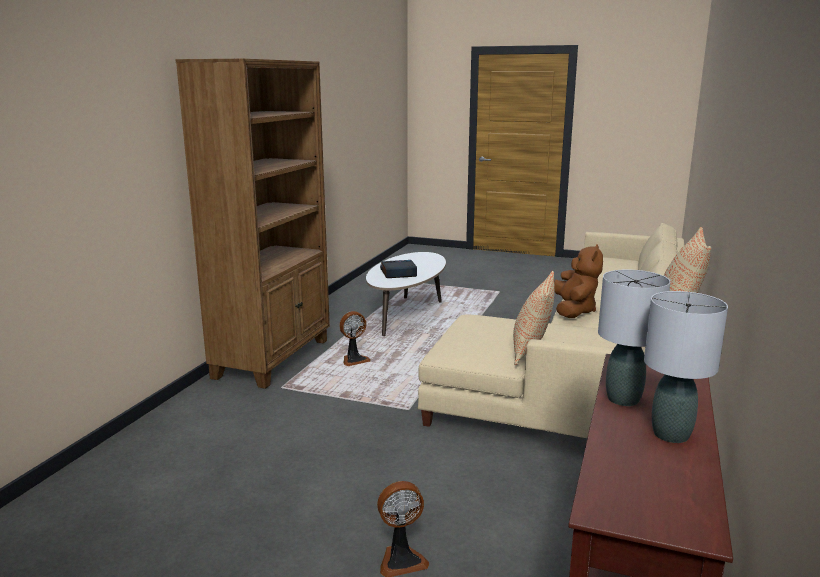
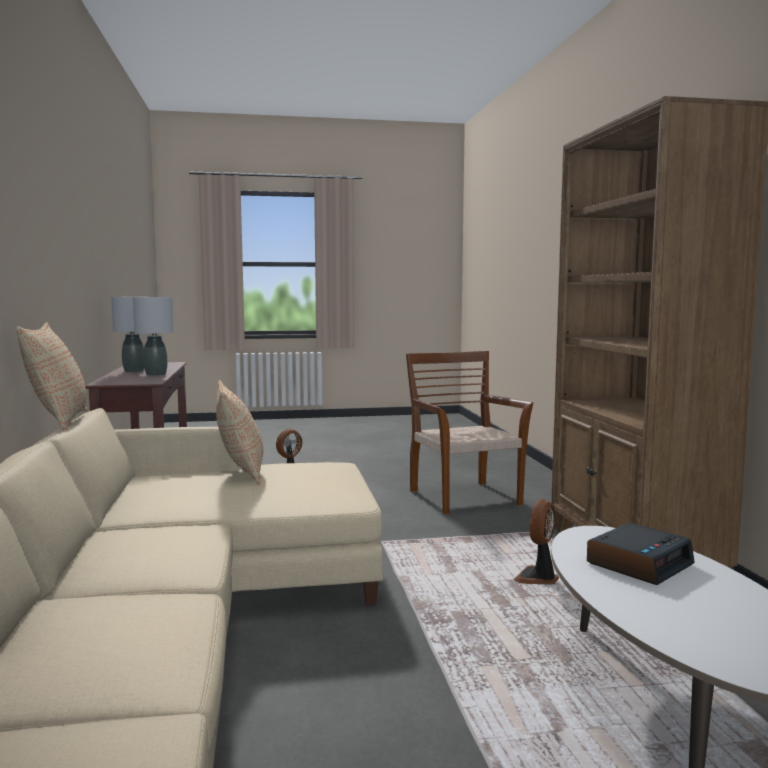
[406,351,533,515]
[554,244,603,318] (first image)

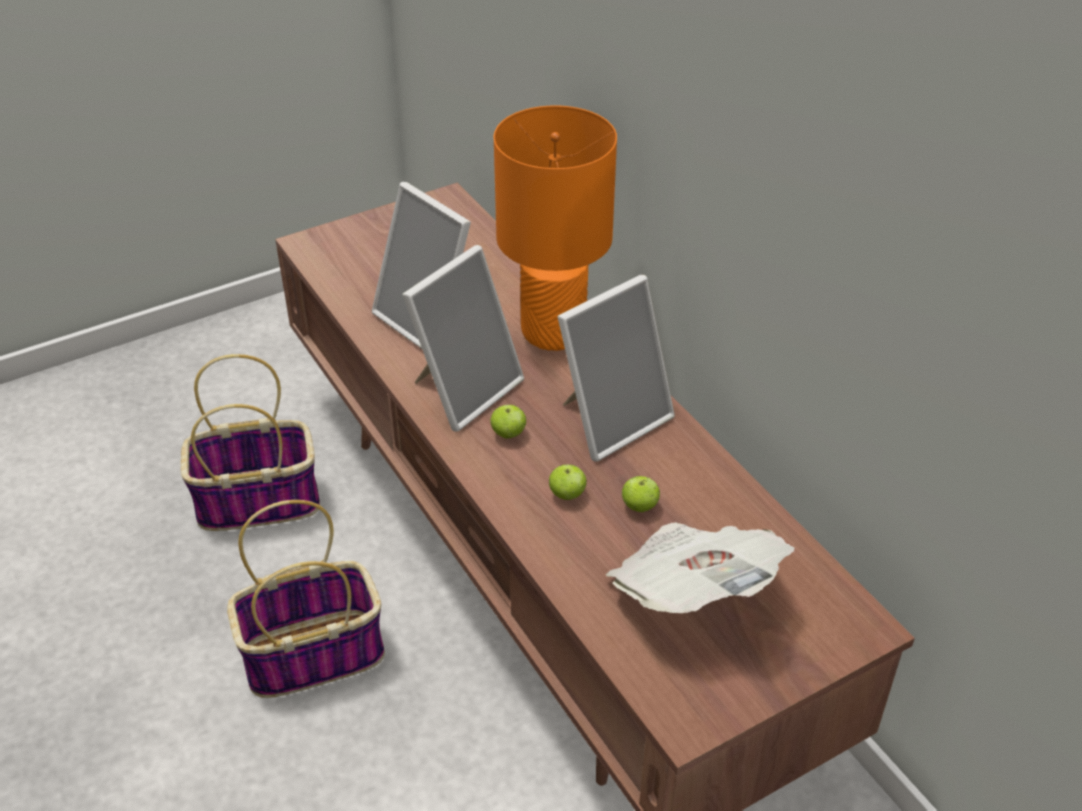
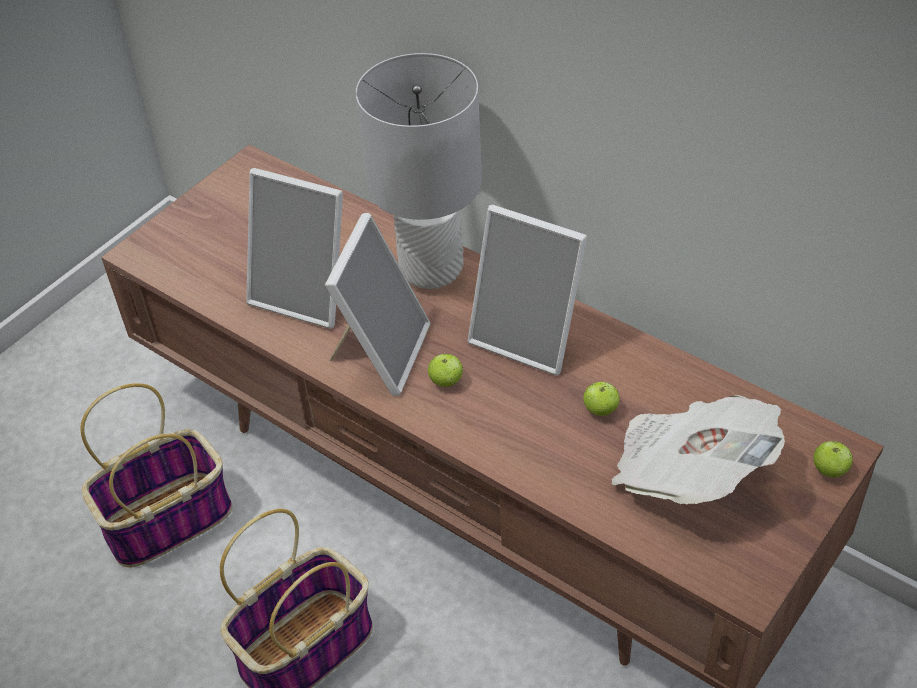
[356,53,482,289]
[468,205,587,376]
[813,441,853,477]

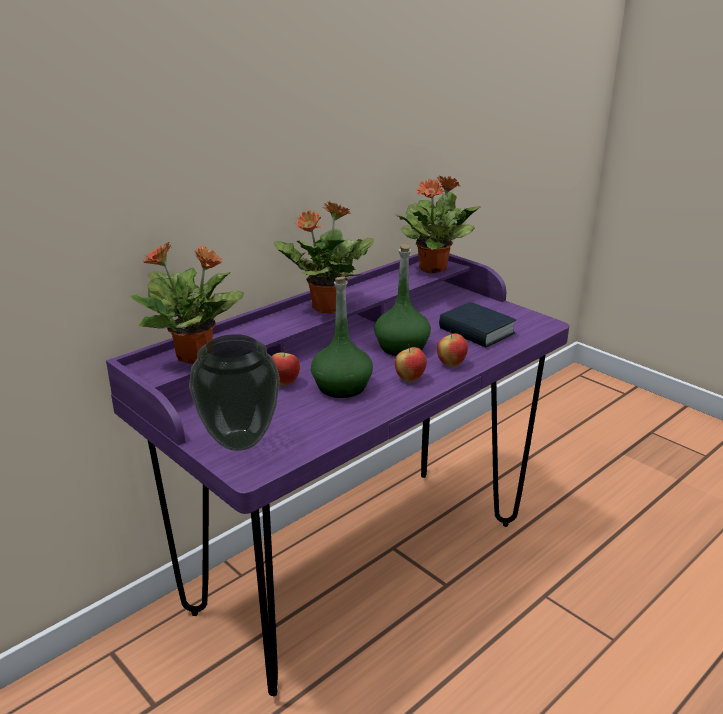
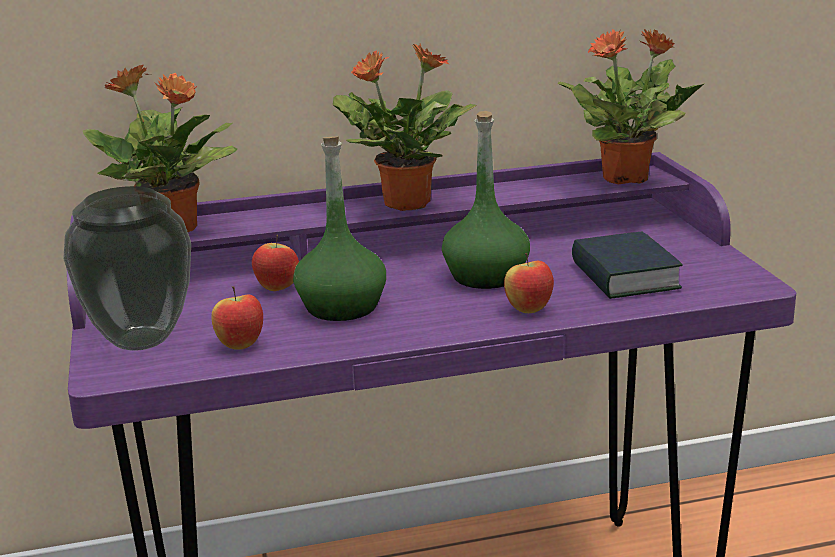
[211,286,263,350]

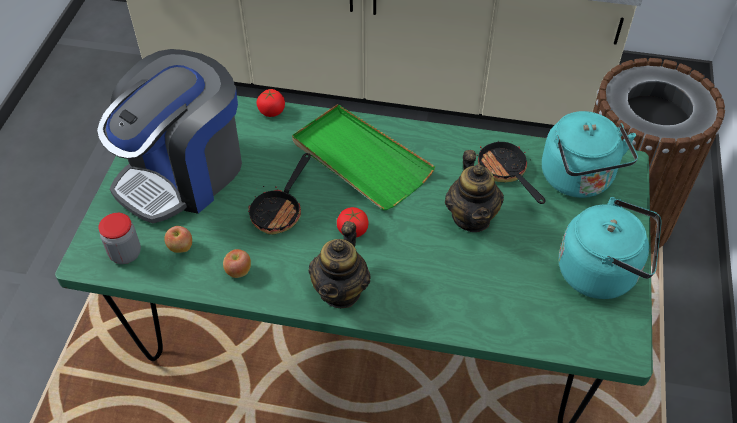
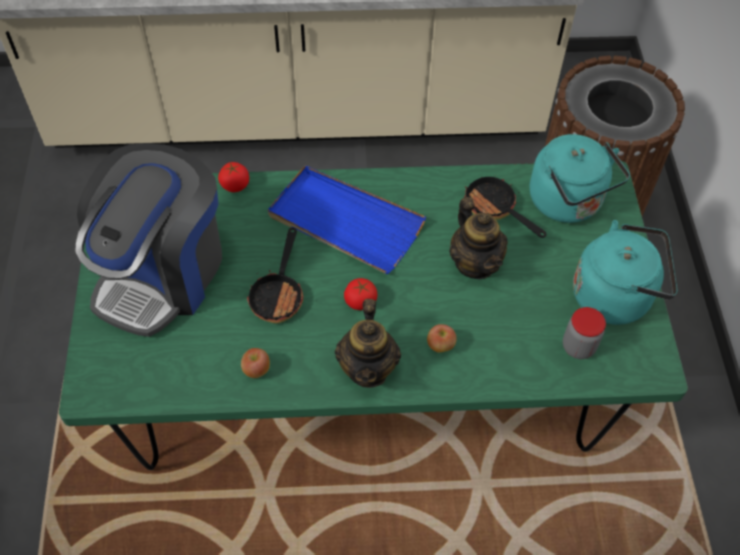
[268,166,426,274]
[427,324,456,353]
[563,307,606,359]

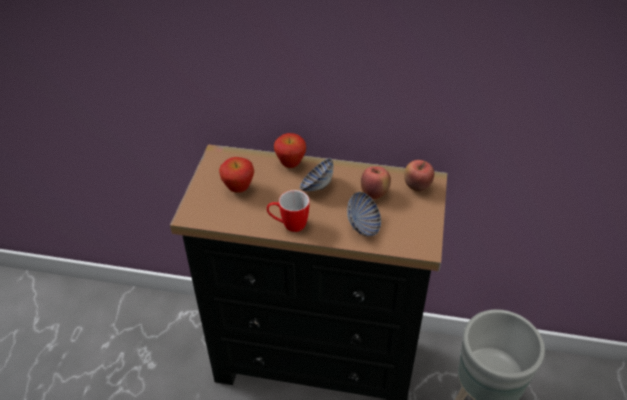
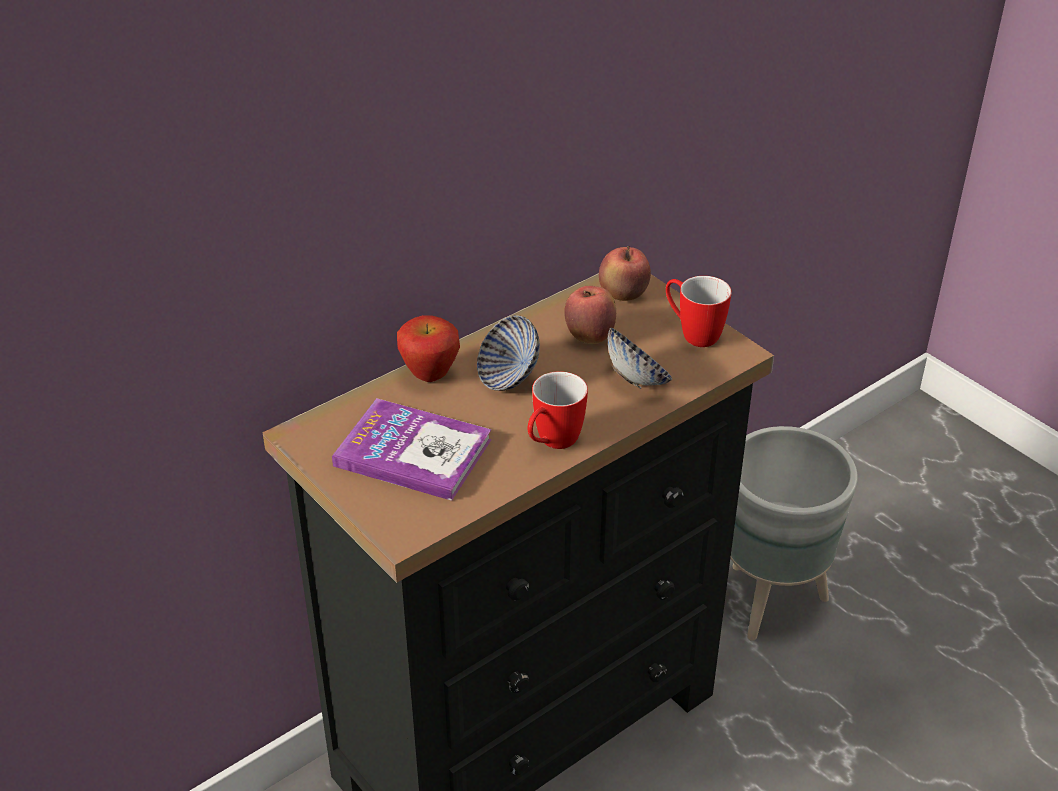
[332,398,492,501]
[666,276,732,347]

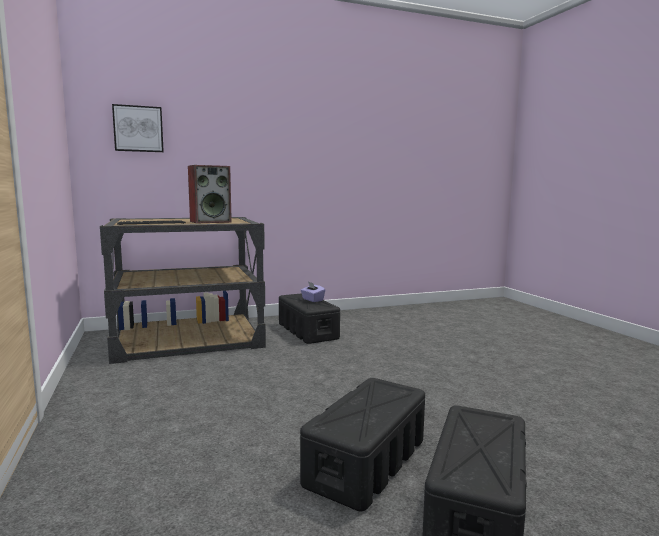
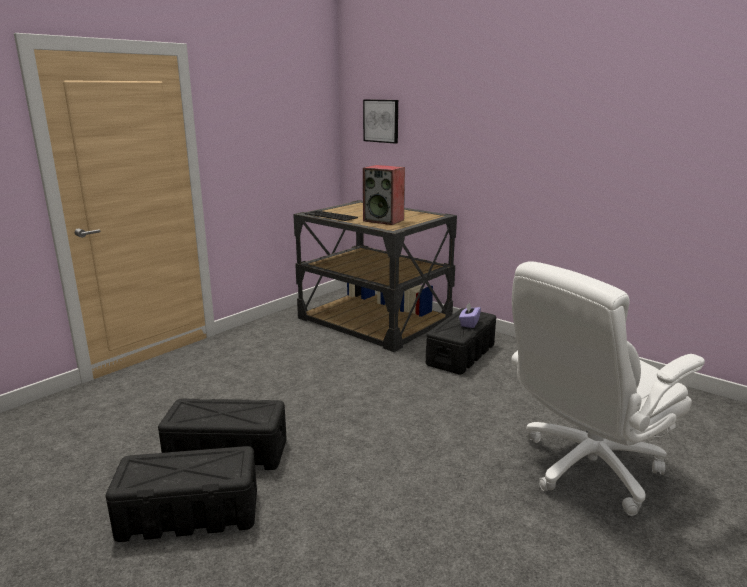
[511,261,705,516]

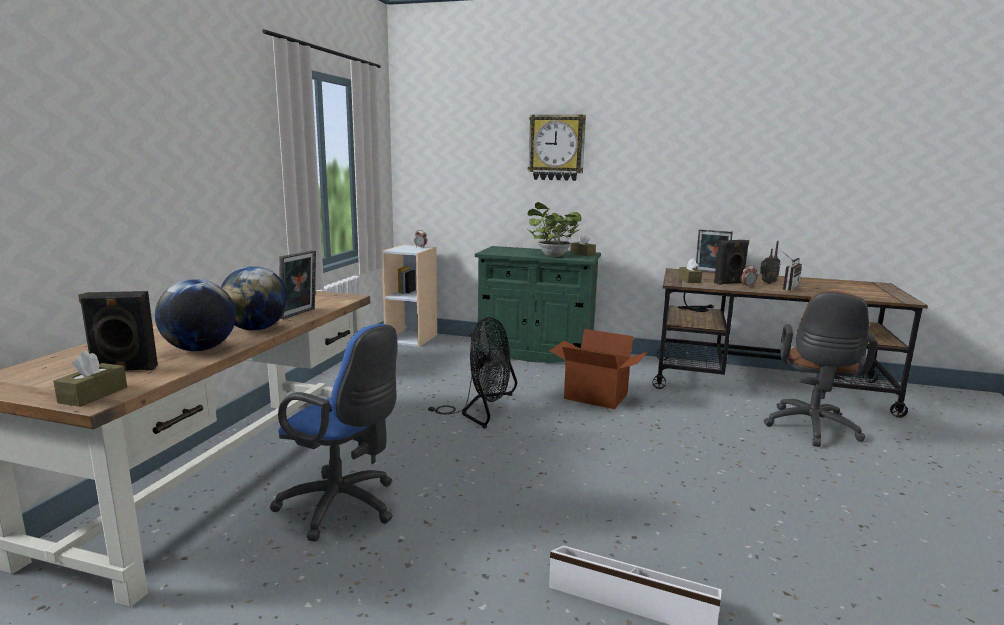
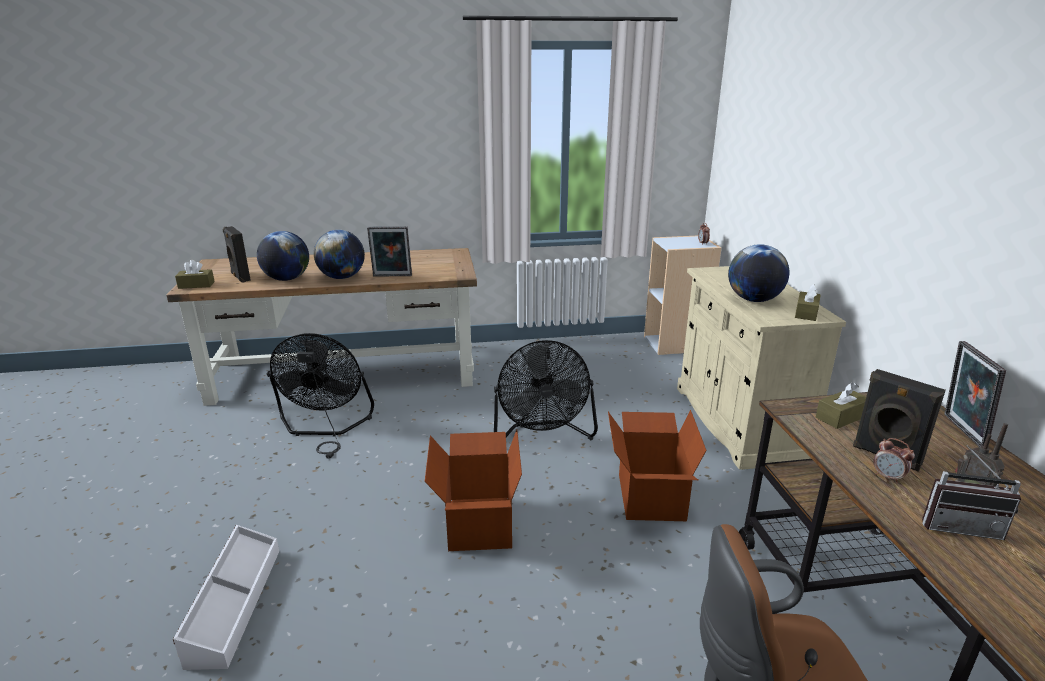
[267,333,374,459]
[425,430,522,551]
[677,266,846,470]
[728,244,789,302]
[528,115,586,181] (first image)

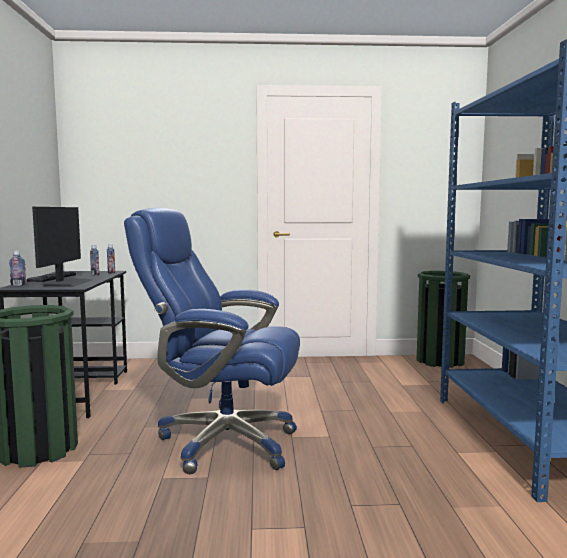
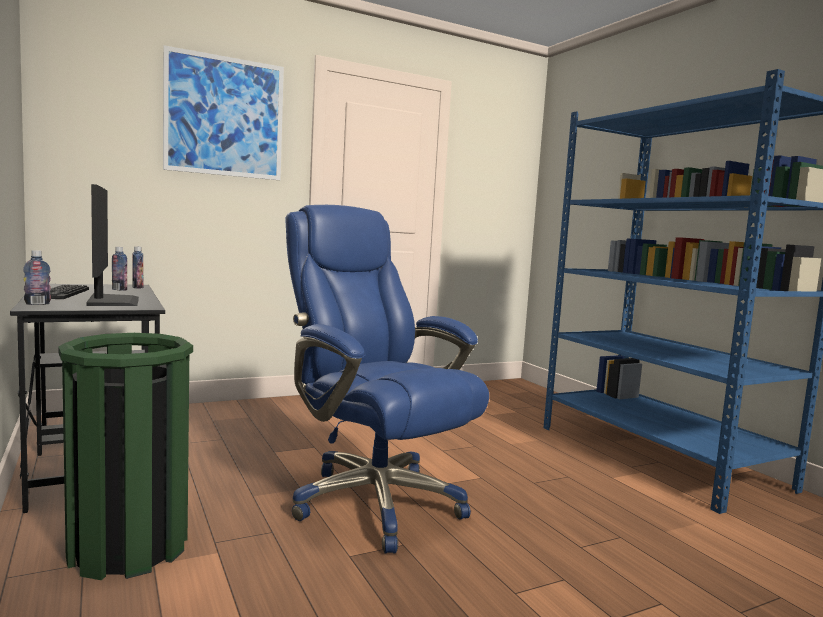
[163,45,284,180]
[286,205,489,553]
[417,271,470,368] (first image)

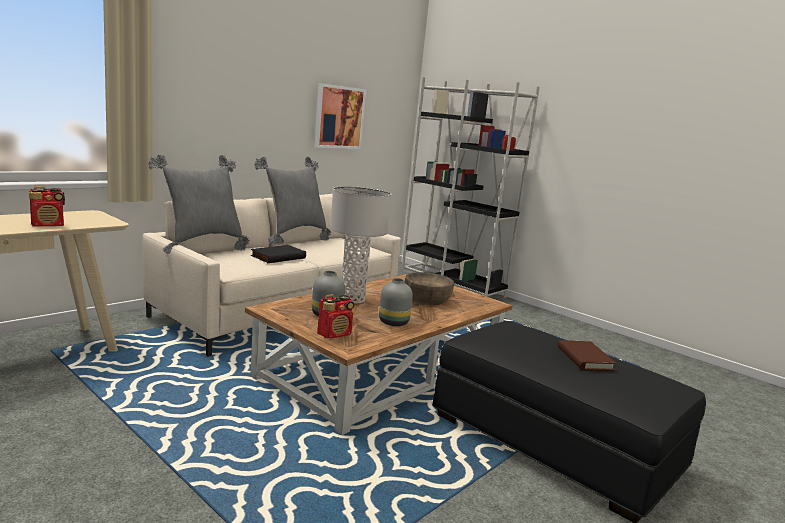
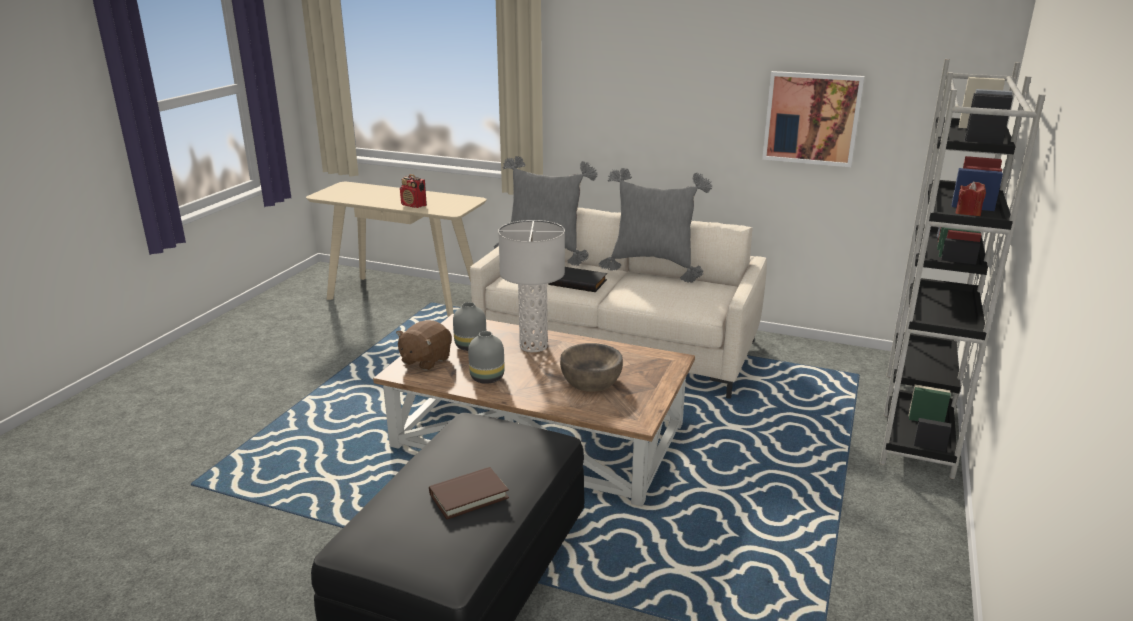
[396,320,452,371]

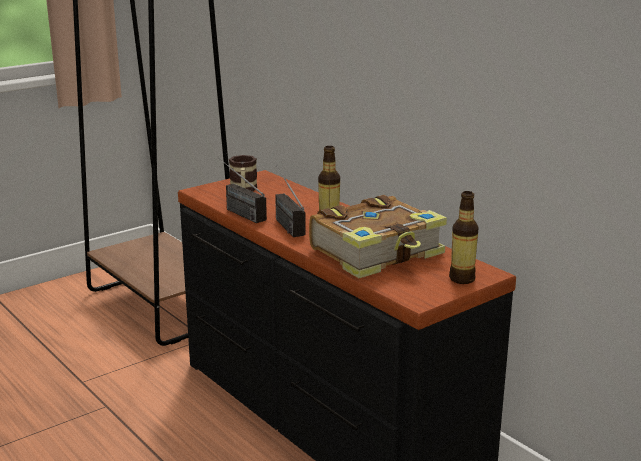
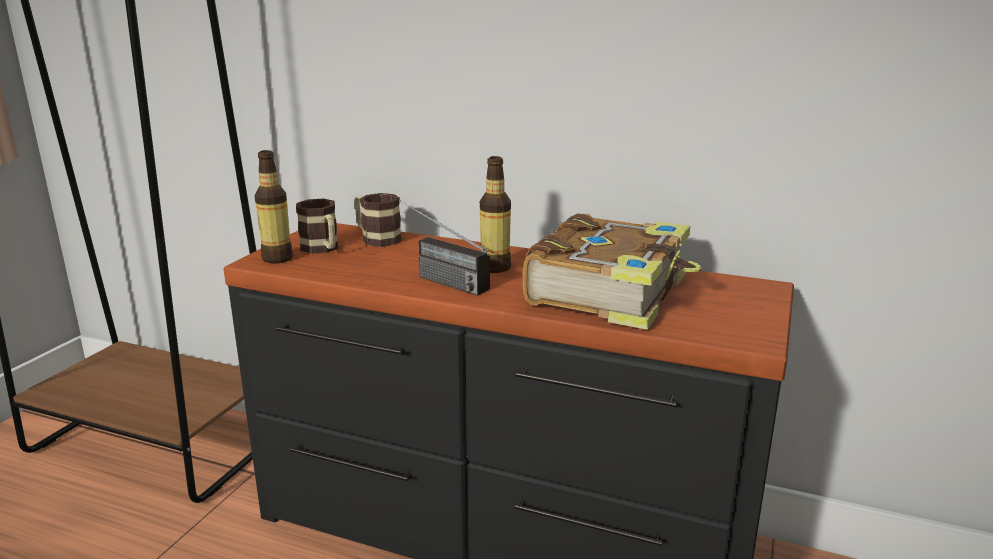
[255,150,293,264]
[354,193,402,247]
[218,158,267,223] (first image)

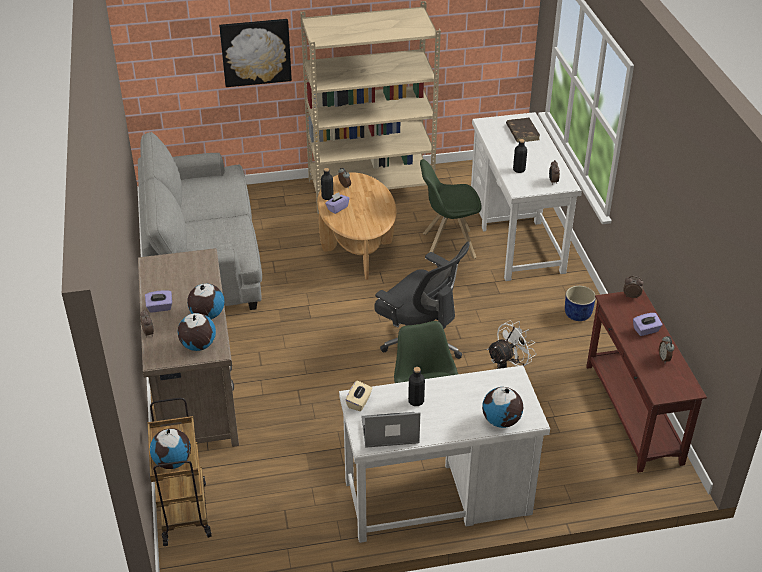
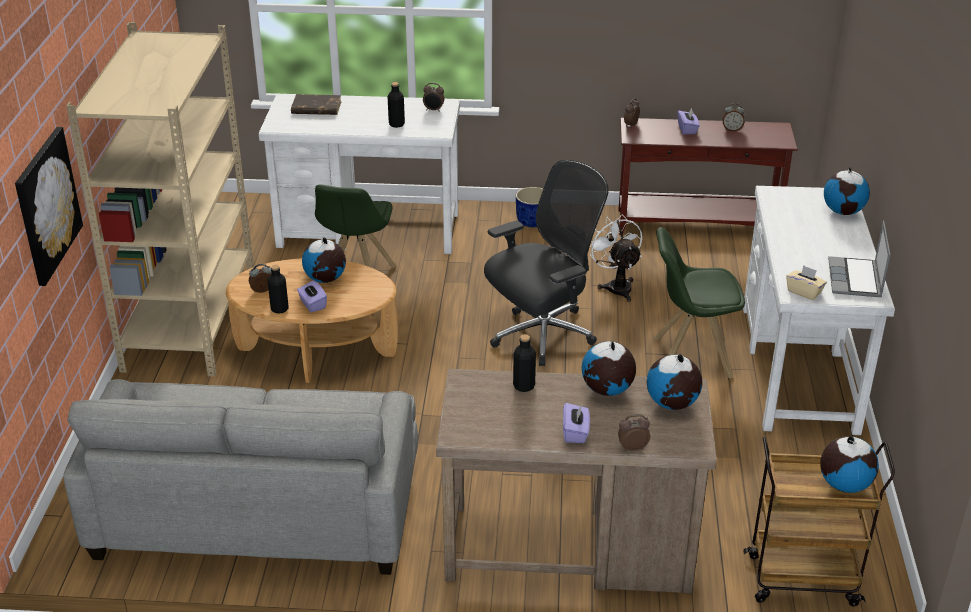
[302,237,346,283]
[513,334,536,392]

